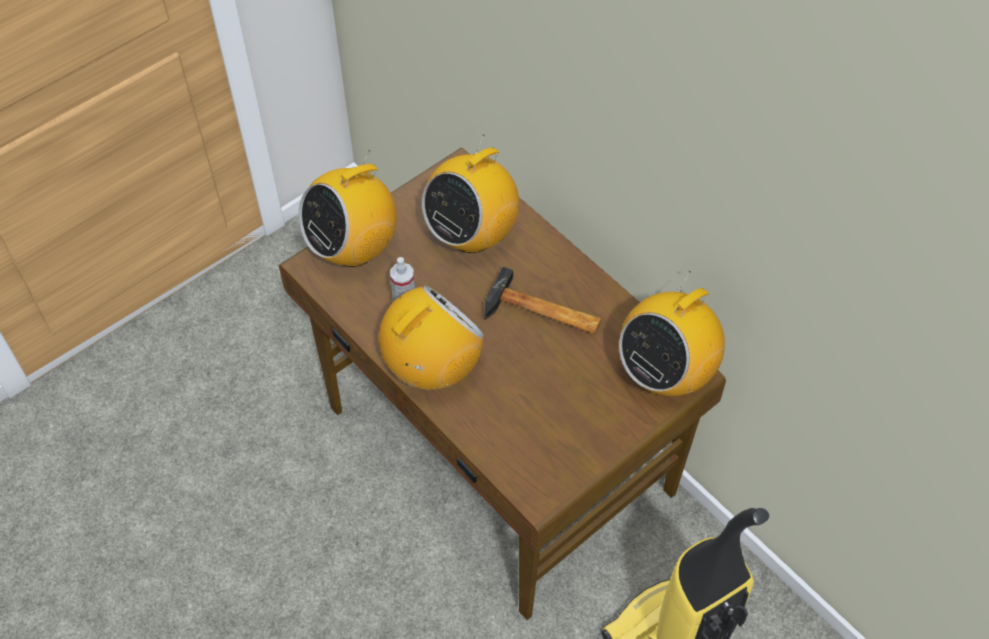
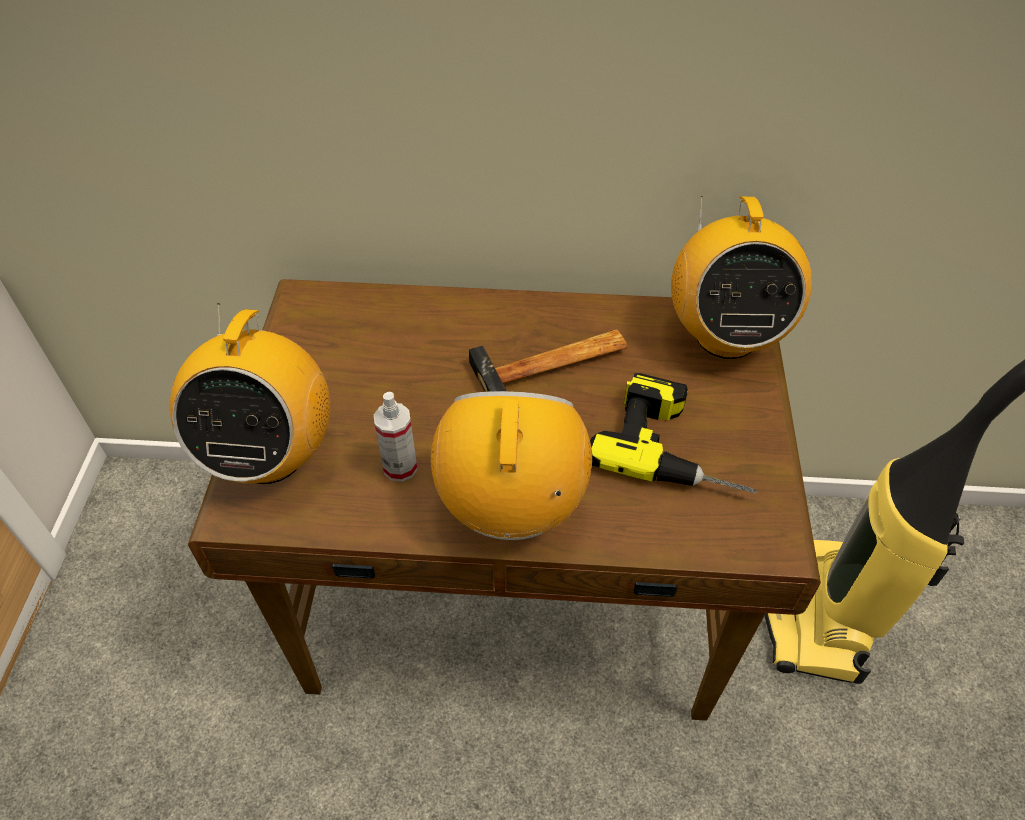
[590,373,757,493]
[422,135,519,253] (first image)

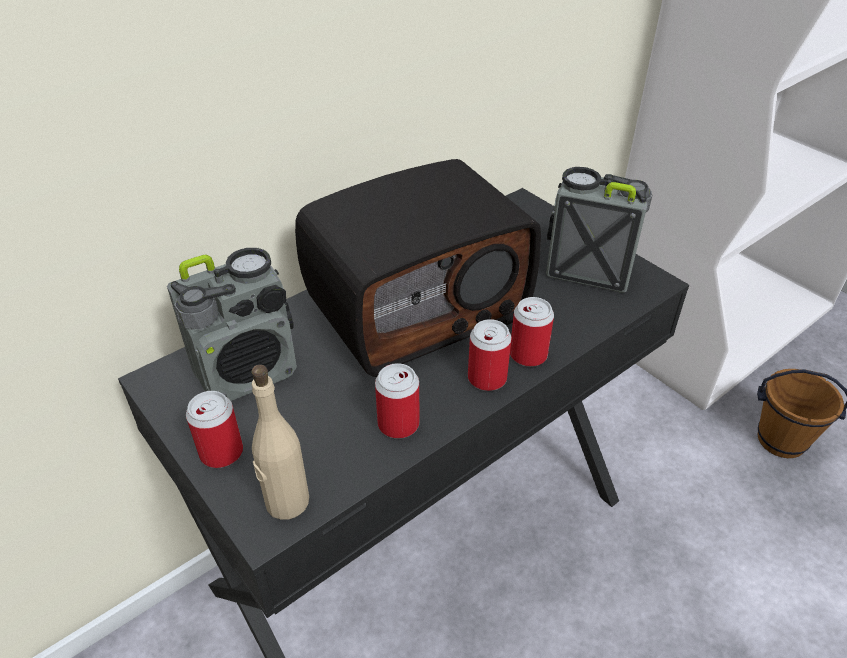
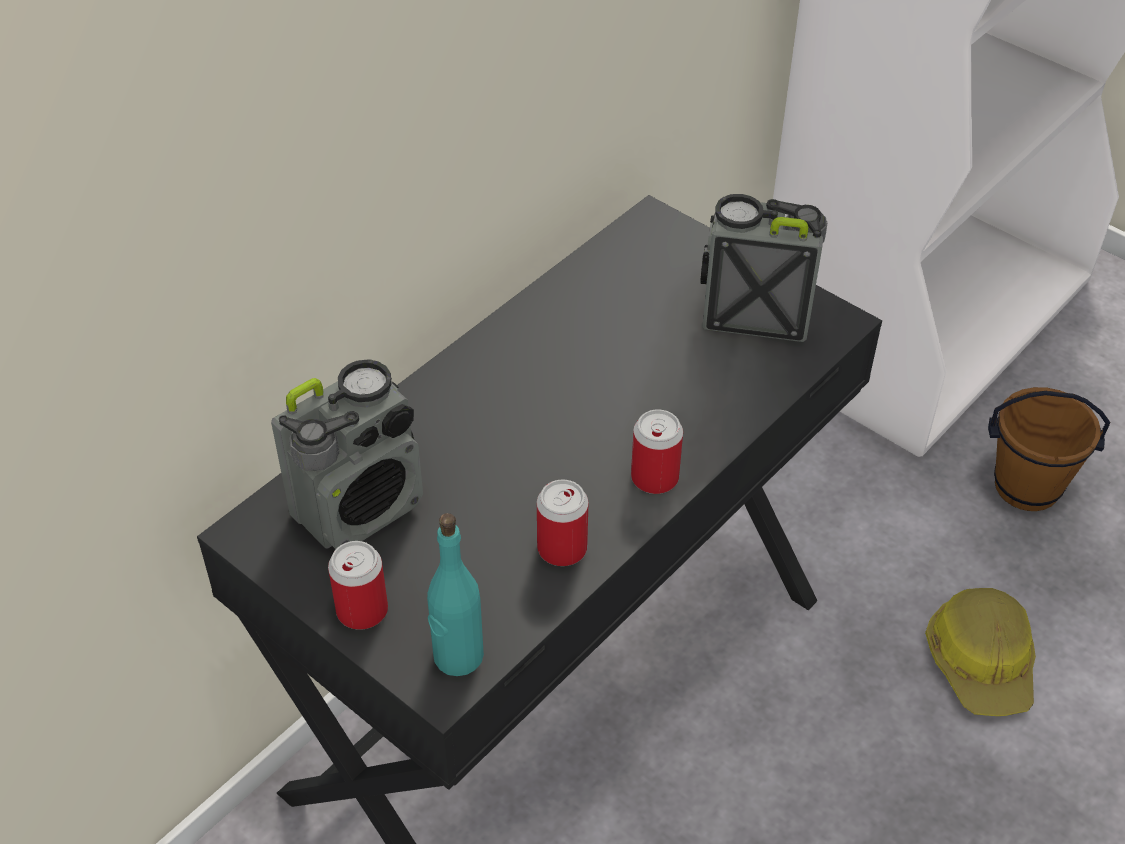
[427,513,484,676]
[925,588,1036,716]
[295,159,541,377] (first image)
[510,297,554,367] (first image)

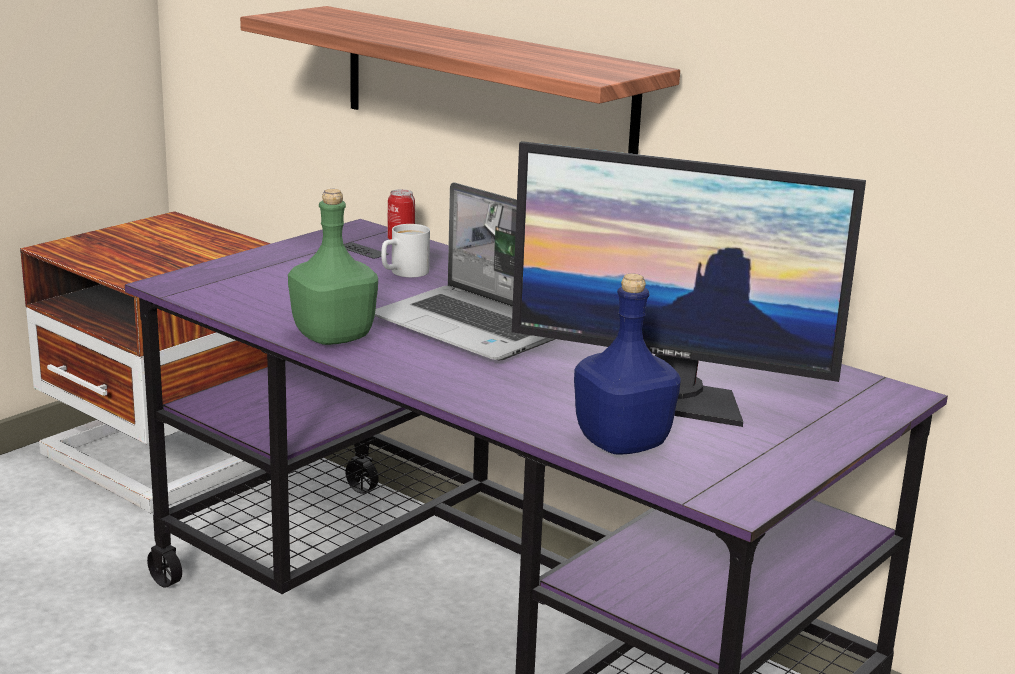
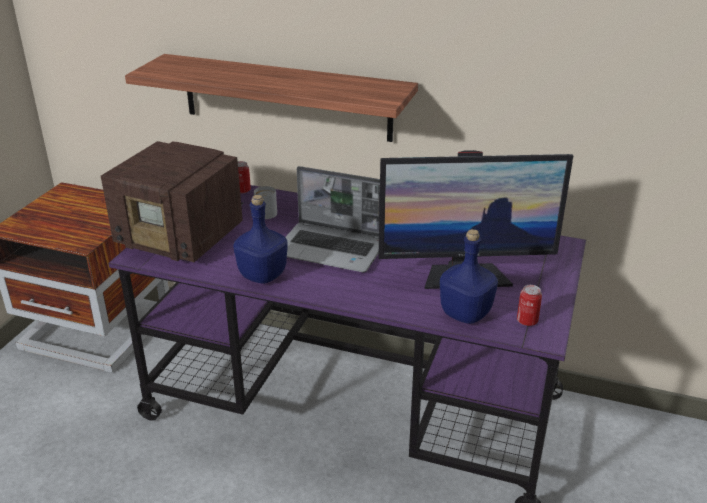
[101,141,243,262]
[233,195,288,284]
[517,285,542,326]

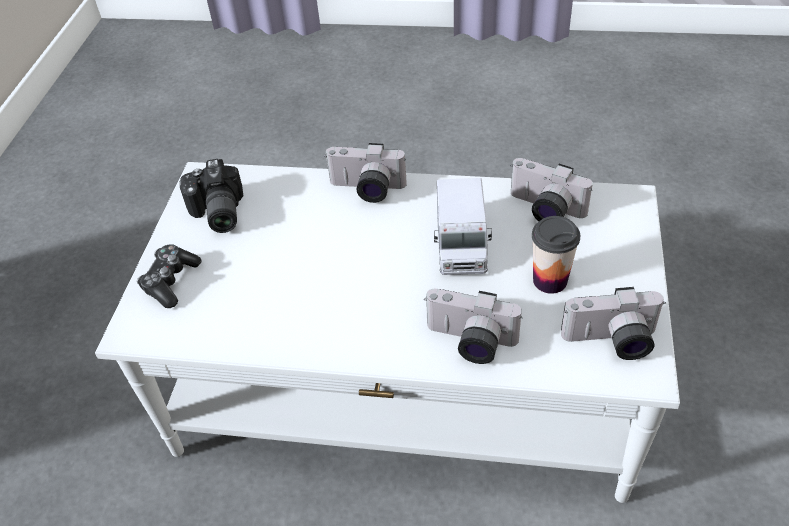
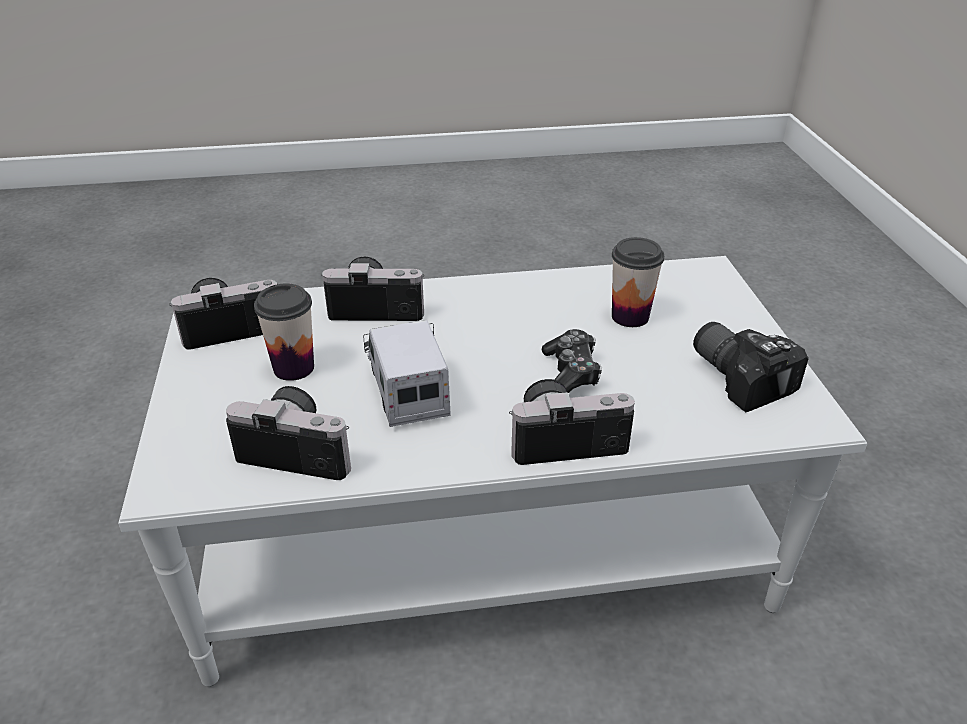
[542,329,602,393]
[612,237,664,327]

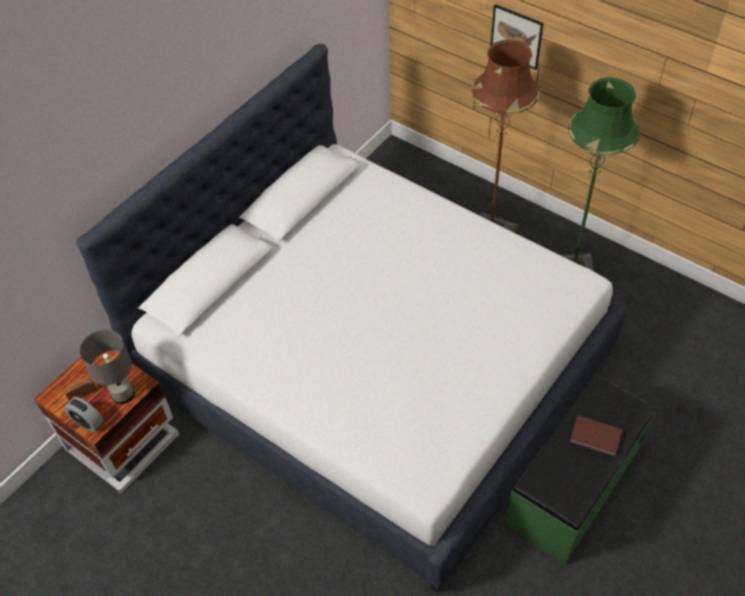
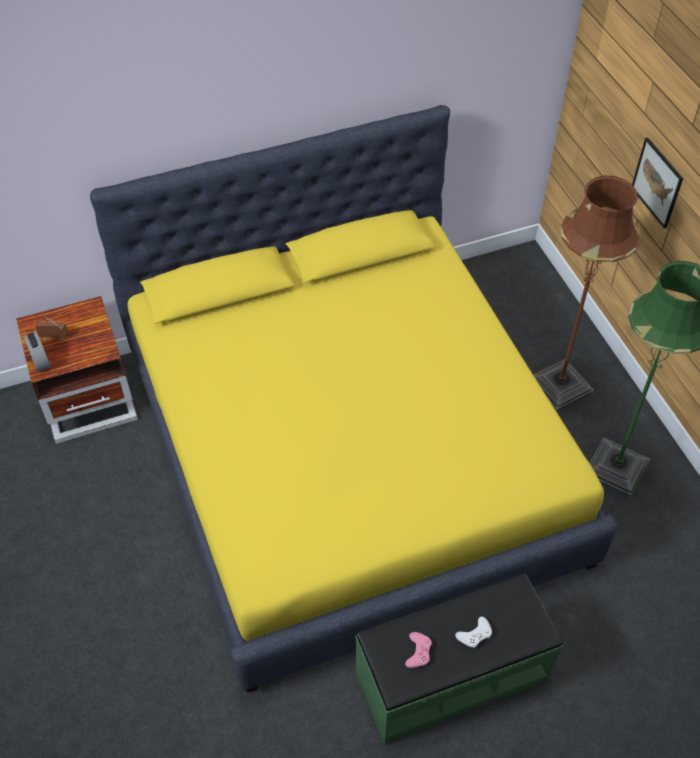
[90,105,618,692]
[405,632,432,668]
[455,617,492,648]
[80,330,135,404] (first image)

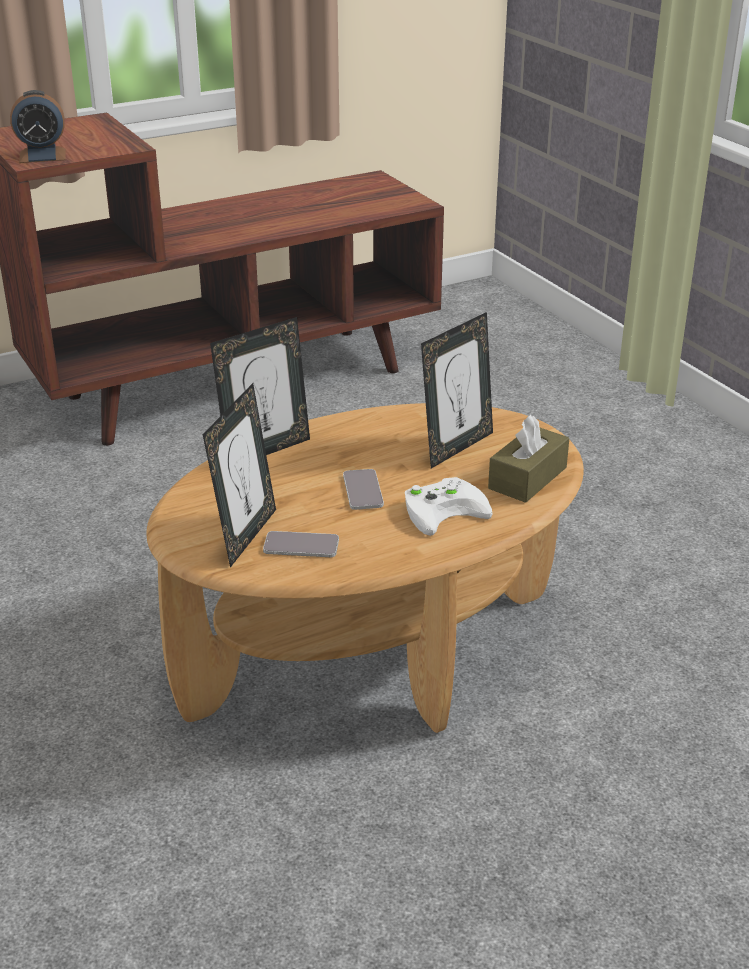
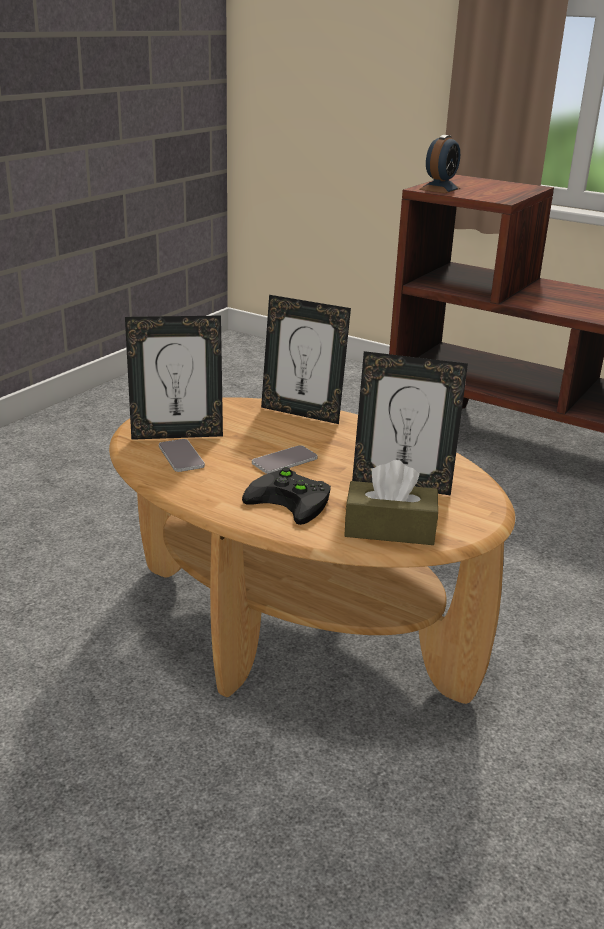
[242,467,331,525]
[419,135,461,194]

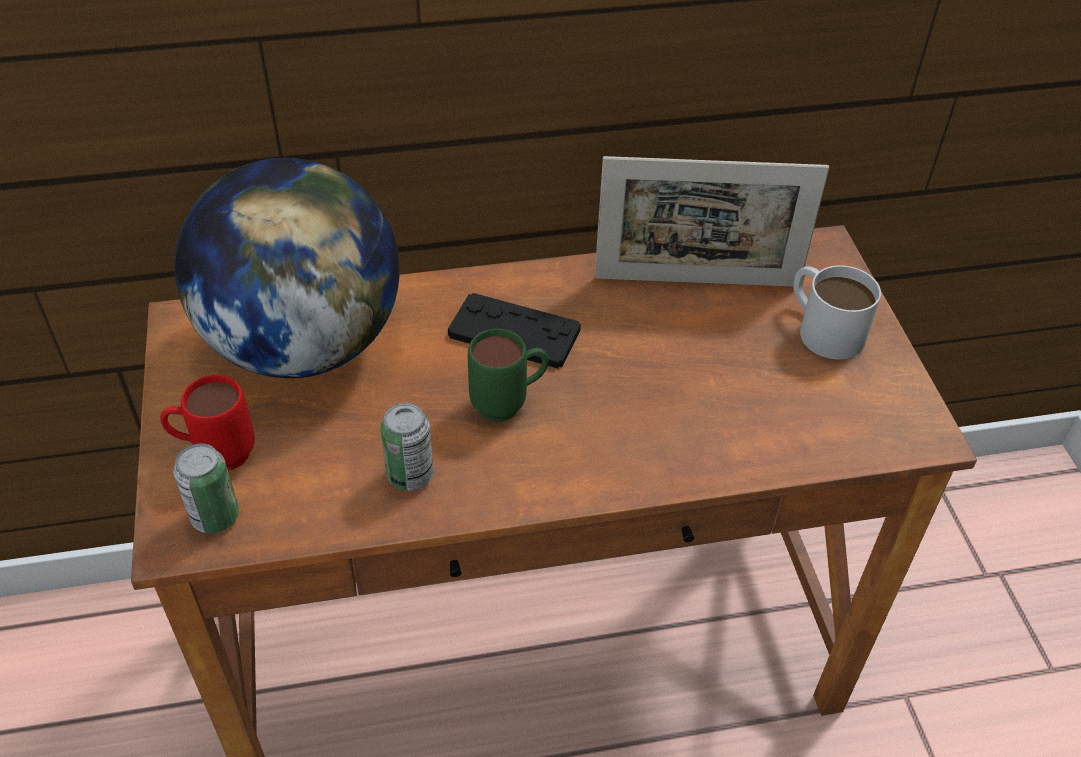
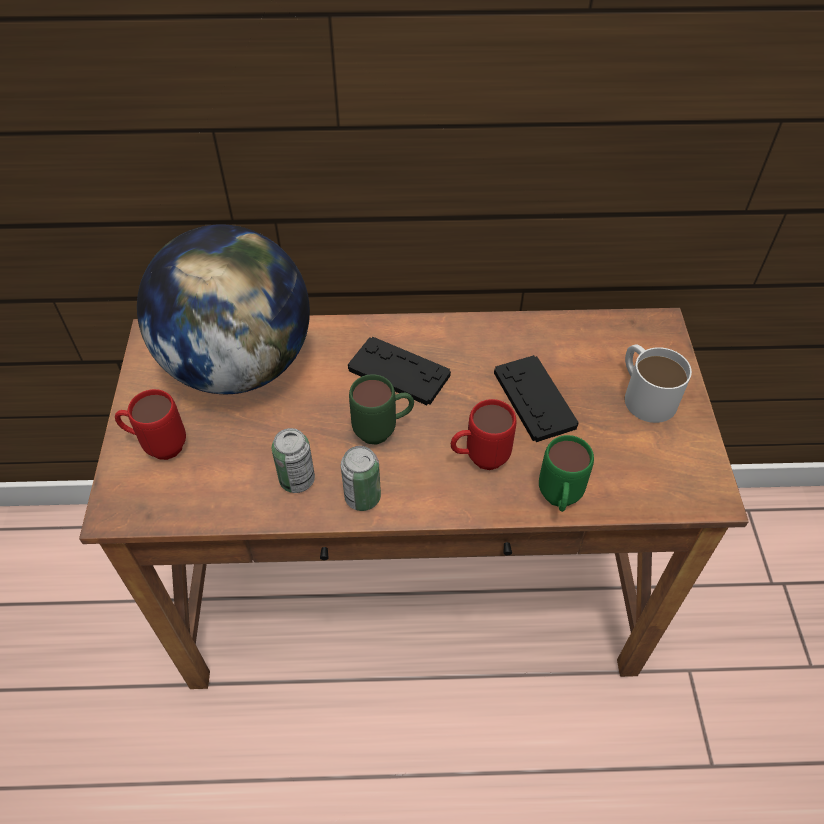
[341,446,381,511]
[451,399,517,470]
[494,355,579,442]
[539,435,594,512]
[595,156,829,287] (first image)

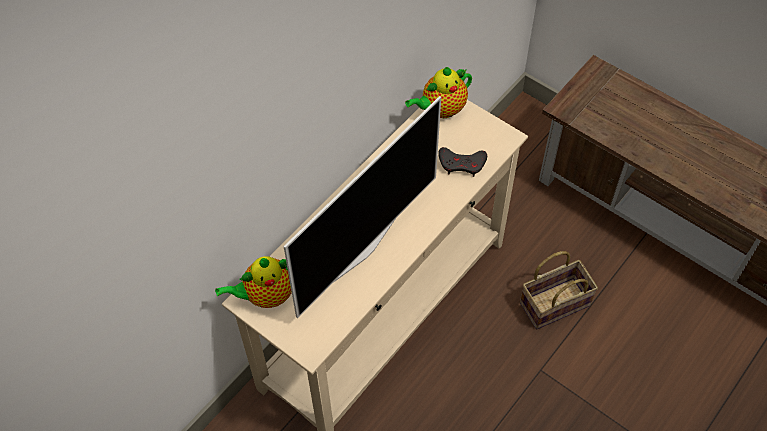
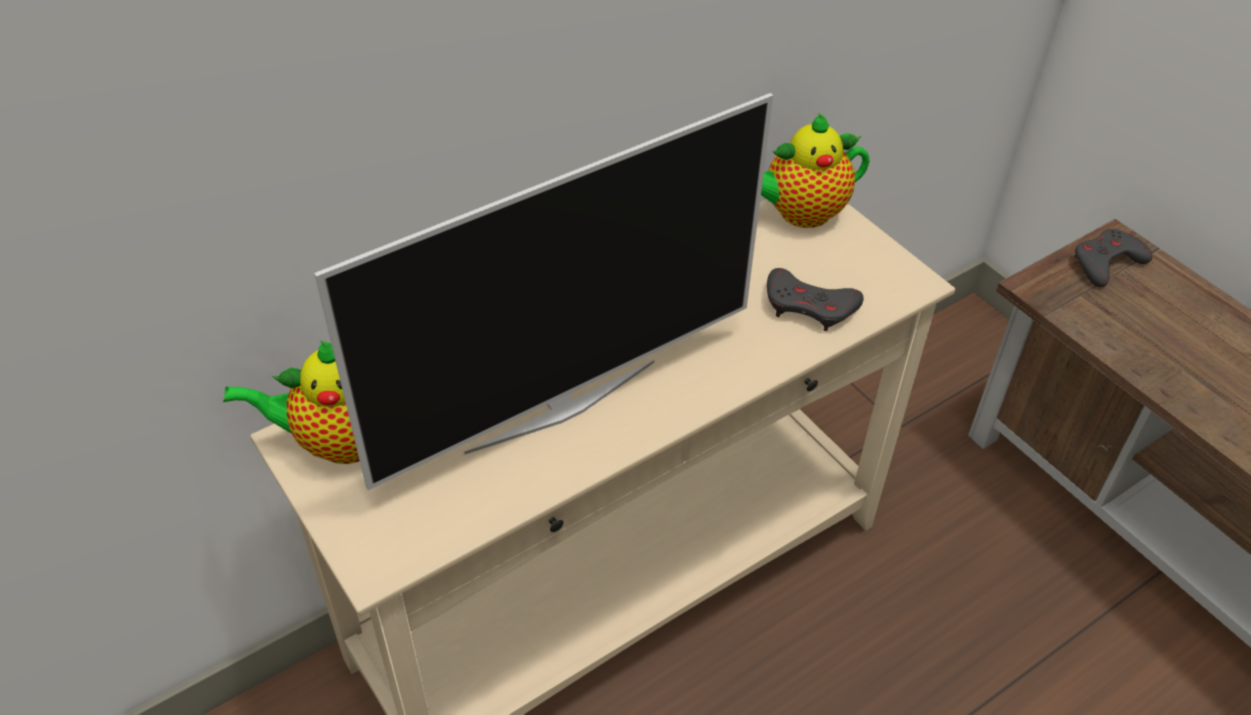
[1074,229,1153,287]
[520,251,598,329] (first image)

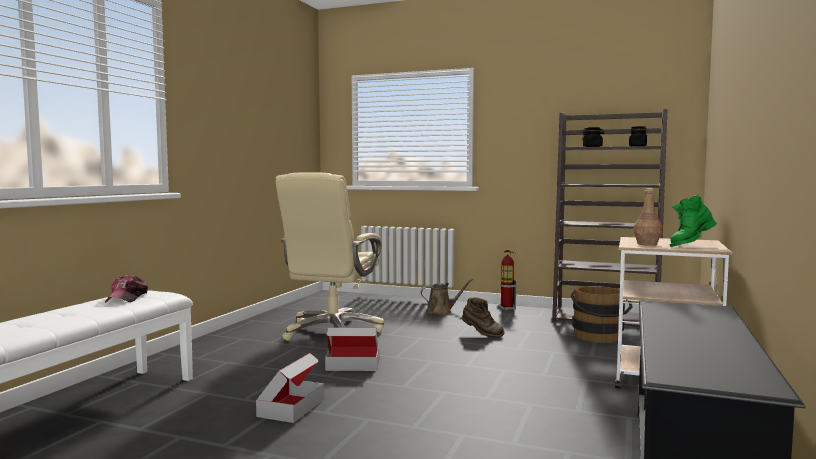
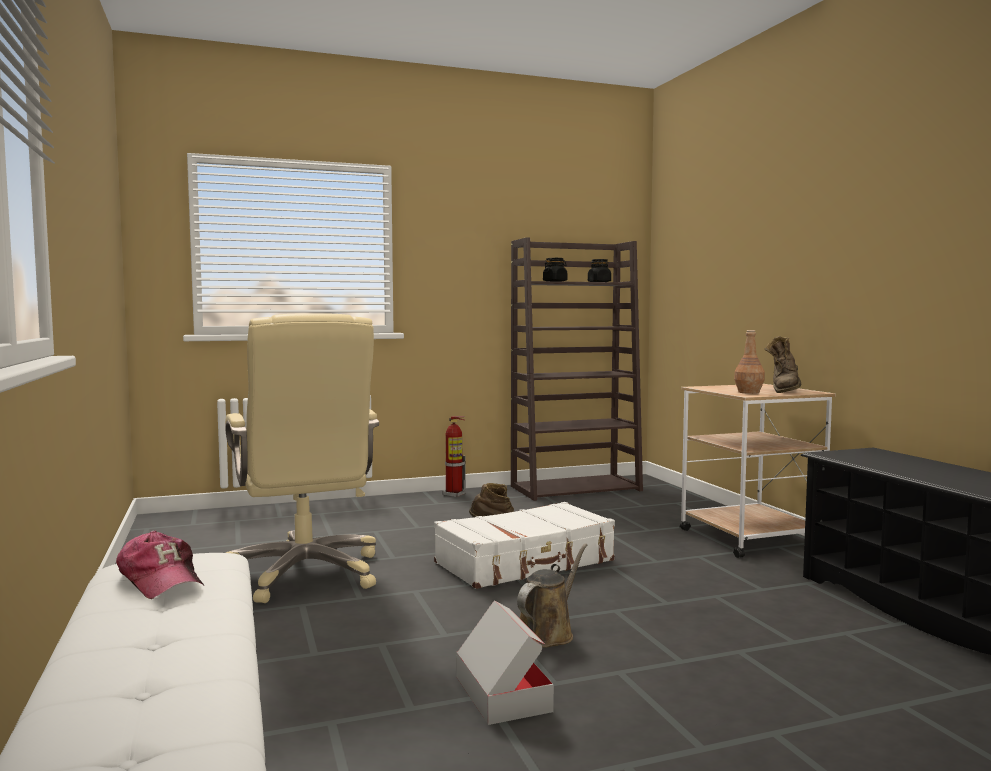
[434,502,615,589]
[517,543,587,648]
[764,336,801,393]
[325,327,379,371] (first image)
[571,286,633,343] (first image)

